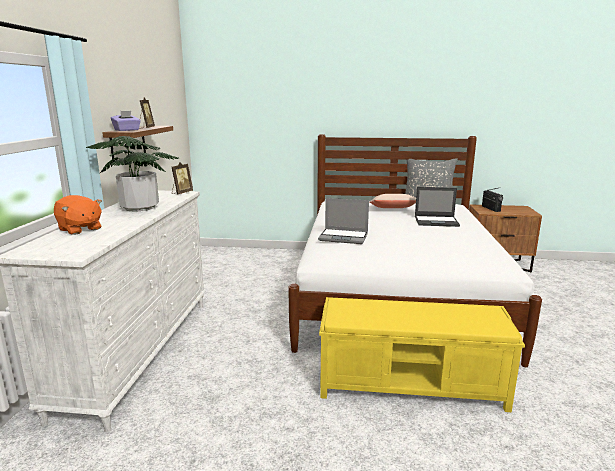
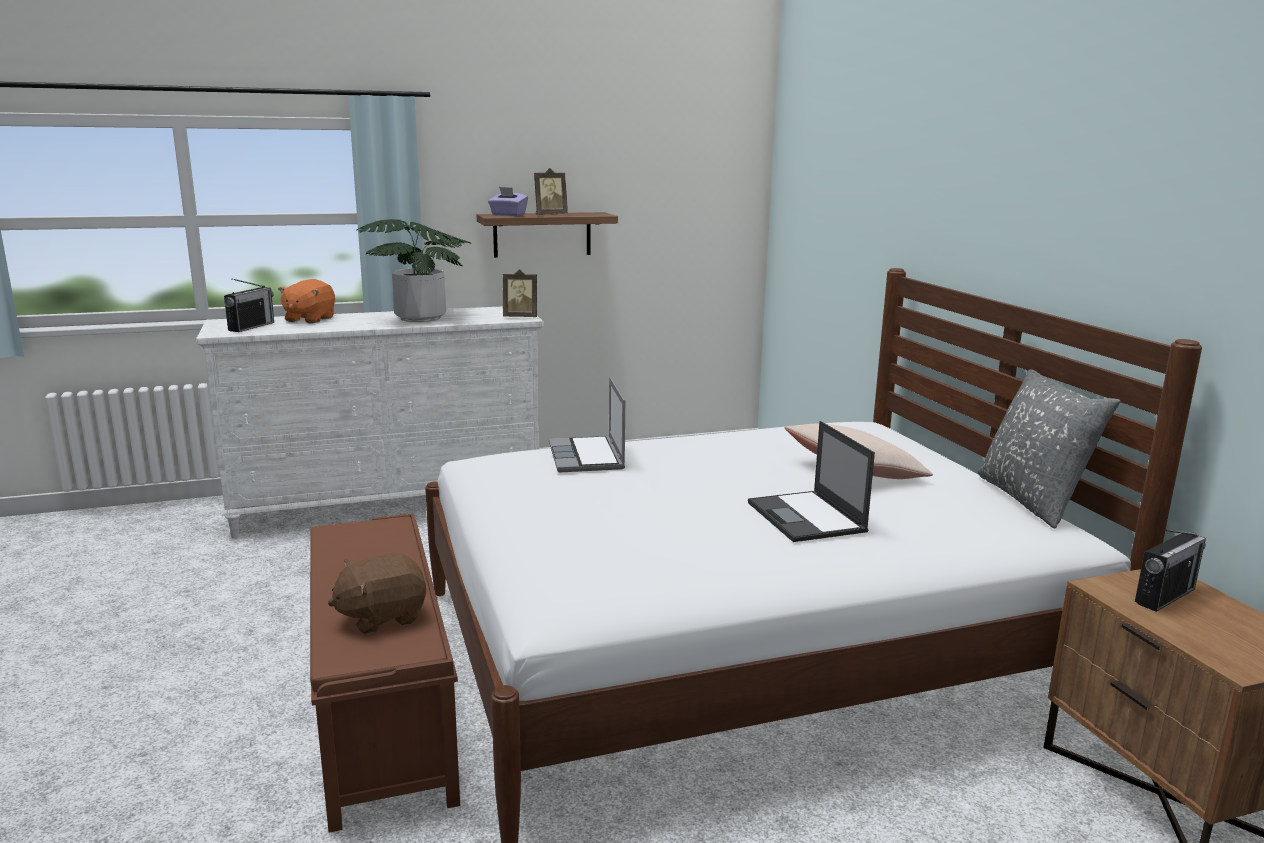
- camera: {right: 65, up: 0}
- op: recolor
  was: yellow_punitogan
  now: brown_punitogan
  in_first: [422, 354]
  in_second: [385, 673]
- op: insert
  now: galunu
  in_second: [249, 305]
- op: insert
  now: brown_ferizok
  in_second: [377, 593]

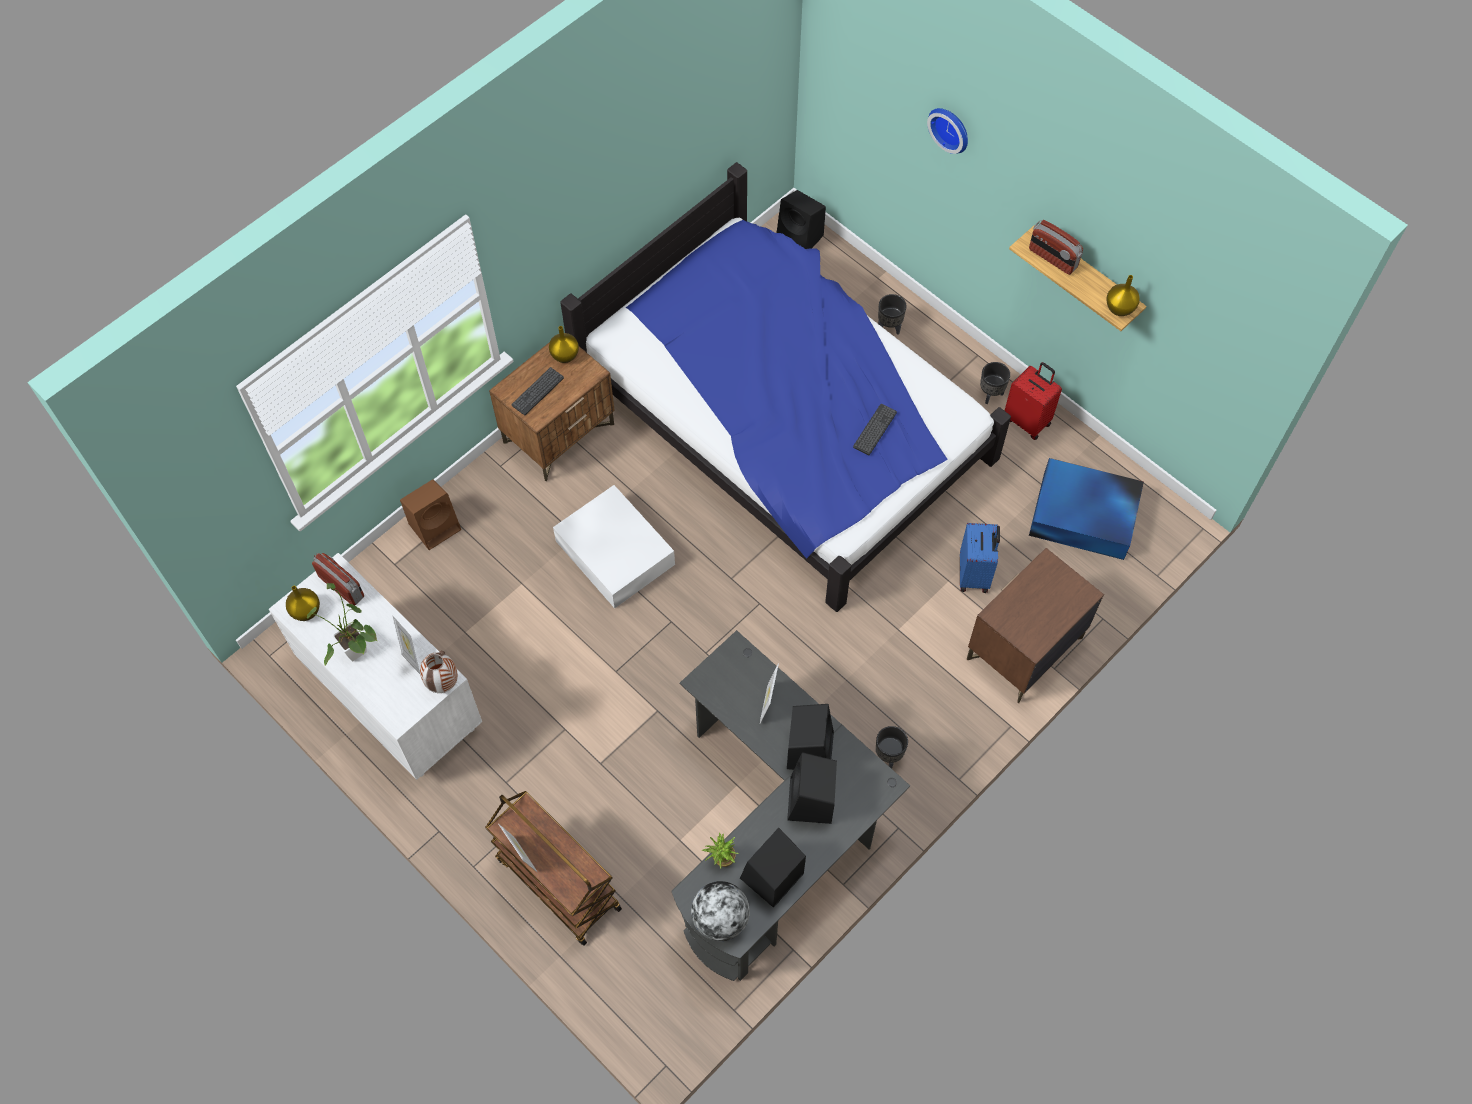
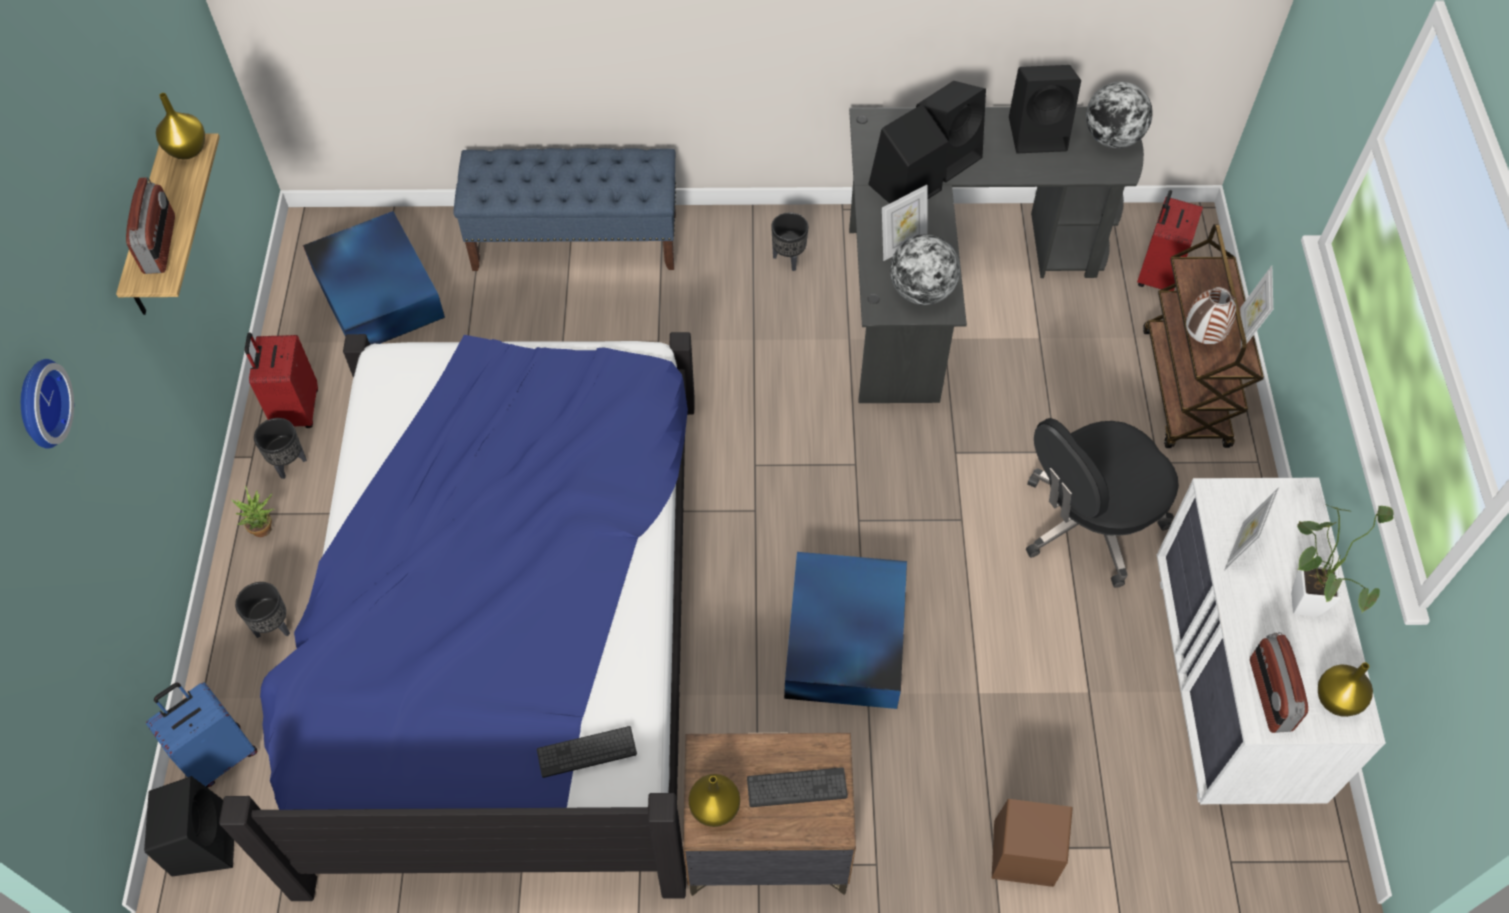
- camera: {right: -135, up: -5}
- op: move
  was: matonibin
  in_first: [439, 672]
  in_second: [1211, 316]
- op: recolor
  was: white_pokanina
  now: blue_pokanina
  in_first: [614, 546]
  in_second: [845, 630]
- op: move
  was: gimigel
  in_first: [720, 850]
  in_second: [253, 511]
- op: move
  was: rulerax
  in_first: [875, 429]
  in_second: [587, 752]
- op: move
  was: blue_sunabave
  in_first: [980, 558]
  in_second: [201, 735]
- op: replace
  was: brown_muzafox
  now: blue_punitogan
  in_first: [1035, 625]
  in_second: [564, 209]
- op: insert
  now: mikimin
  in_second: [925, 269]
- op: insert
  now: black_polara
  in_second: [1102, 503]
- op: insert
  now: red_sunabave
  in_second: [1170, 240]

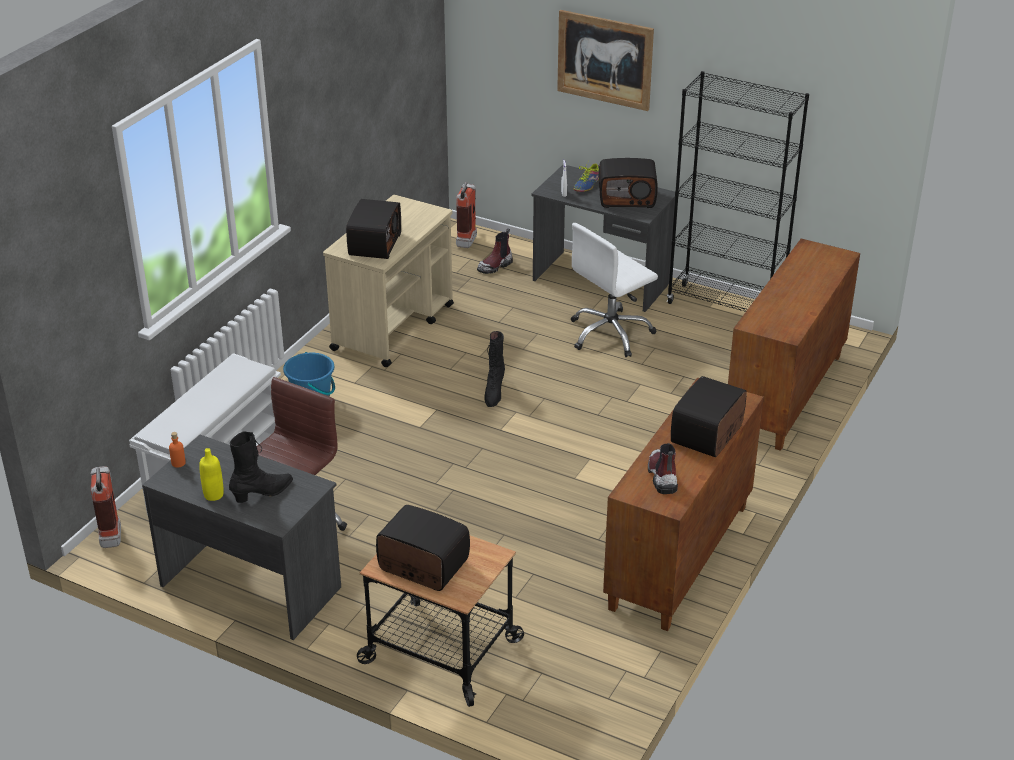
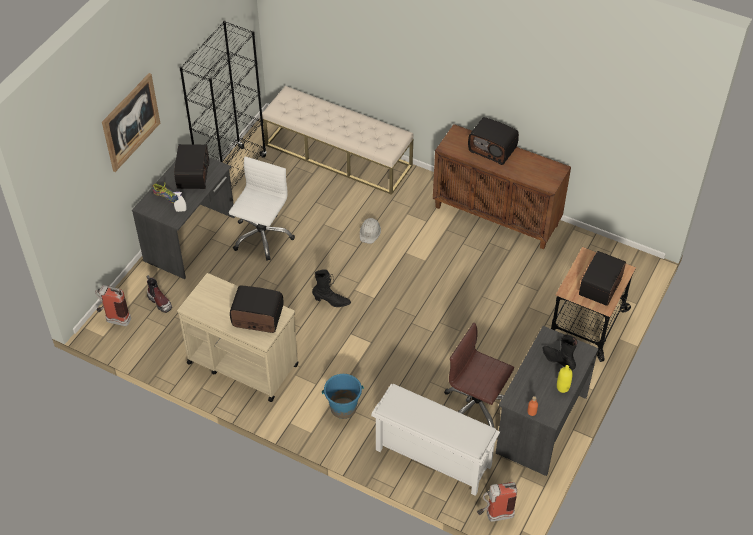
- camera: {right: -90, up: 15}
- op: rotate
  was: white_polara
  in_first: [614, 290]
  in_second: [262, 209]
  clockwise: -120
- op: delete
  was: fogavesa
  in_first: [663, 468]
- op: replace
  was: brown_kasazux
  now: beige_punitogan
  in_first: [794, 344]
  in_second: [337, 140]
- op: insert
  now: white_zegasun
  in_second: [370, 231]

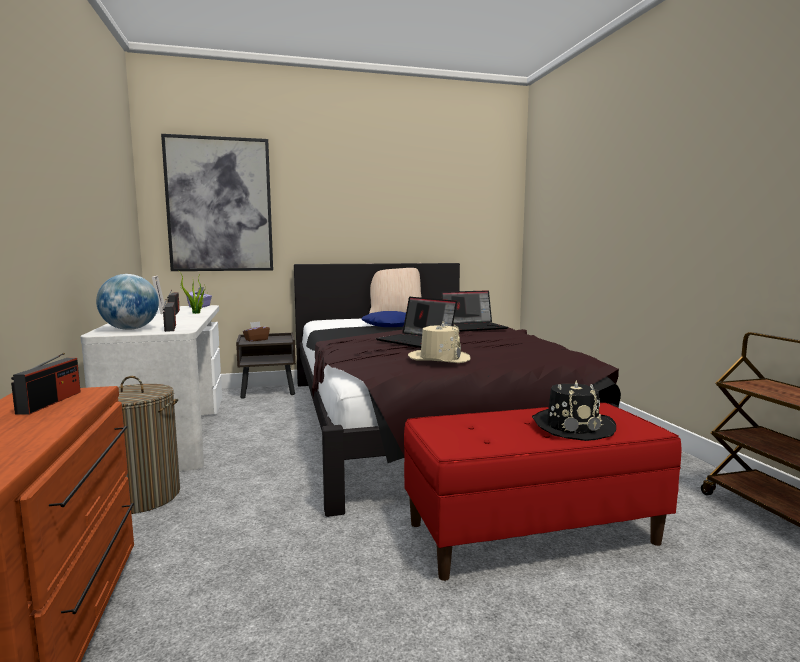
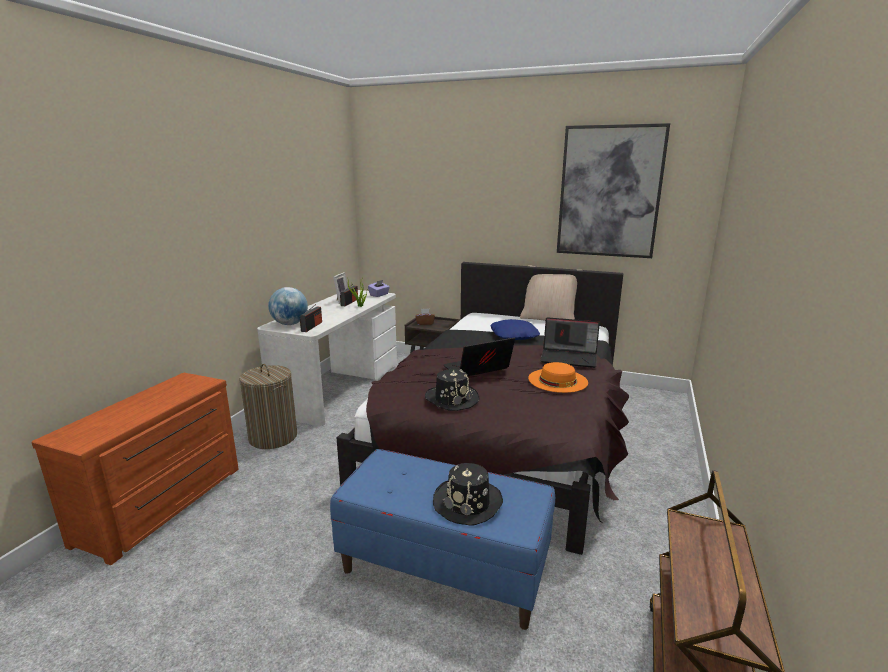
- camera: {right: 35, up: 10}
- op: delete
  was: galunu
  in_first: [46, 384]
- op: move
  was: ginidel
  in_first: [217, 202]
  in_second: [613, 190]
- op: rotate
  was: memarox
  in_first: [416, 322]
  in_second: [479, 356]
  clockwise: 75
- op: recolor
  was: red_punitogan
  now: blue_punitogan
  in_first: [543, 492]
  in_second: [442, 539]
- op: recolor
  was: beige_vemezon
  now: black_vemezon
  in_first: [439, 342]
  in_second: [452, 390]
- op: insert
  now: orange_vemezon
  in_second: [558, 377]

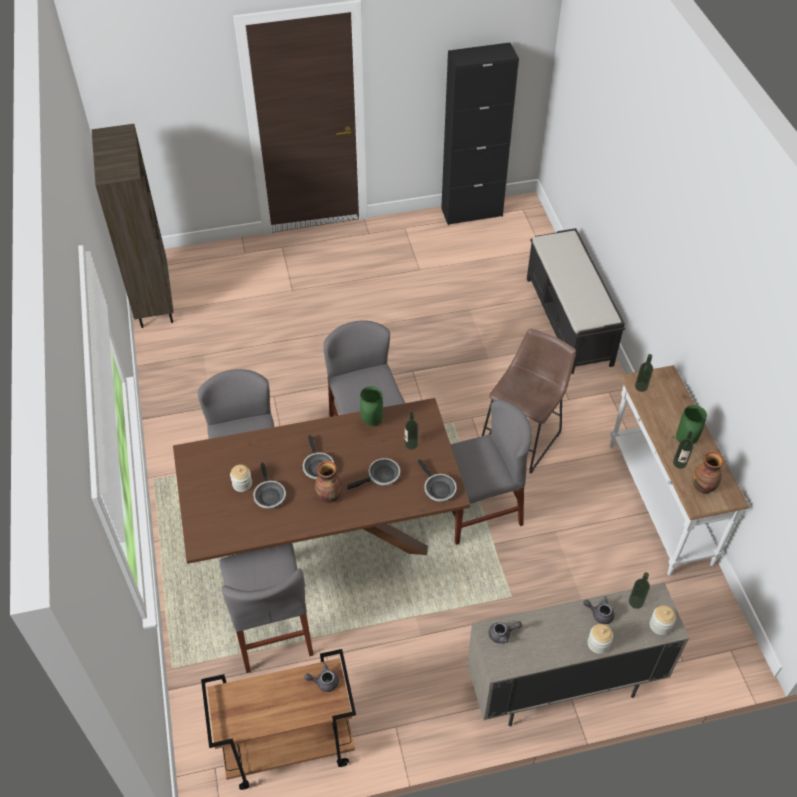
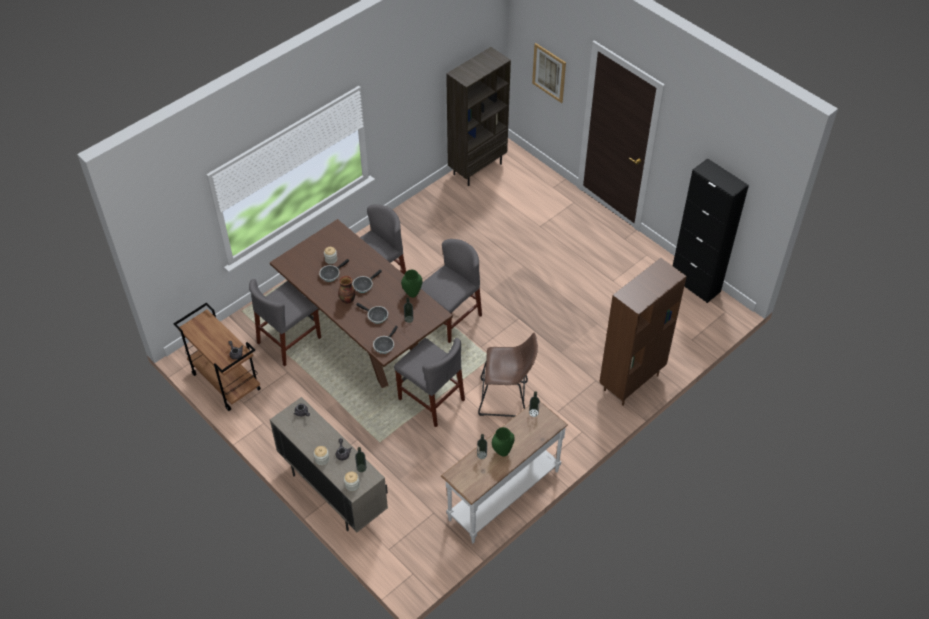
- camera: {right: 60, up: 0}
- op: replace
  was: black_punitogan
  now: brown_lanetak
  in_first: [576, 301]
  in_second: [643, 332]
- op: delete
  was: matonibin
  in_first: [708, 472]
- op: insert
  now: ginidel
  in_second: [549, 73]

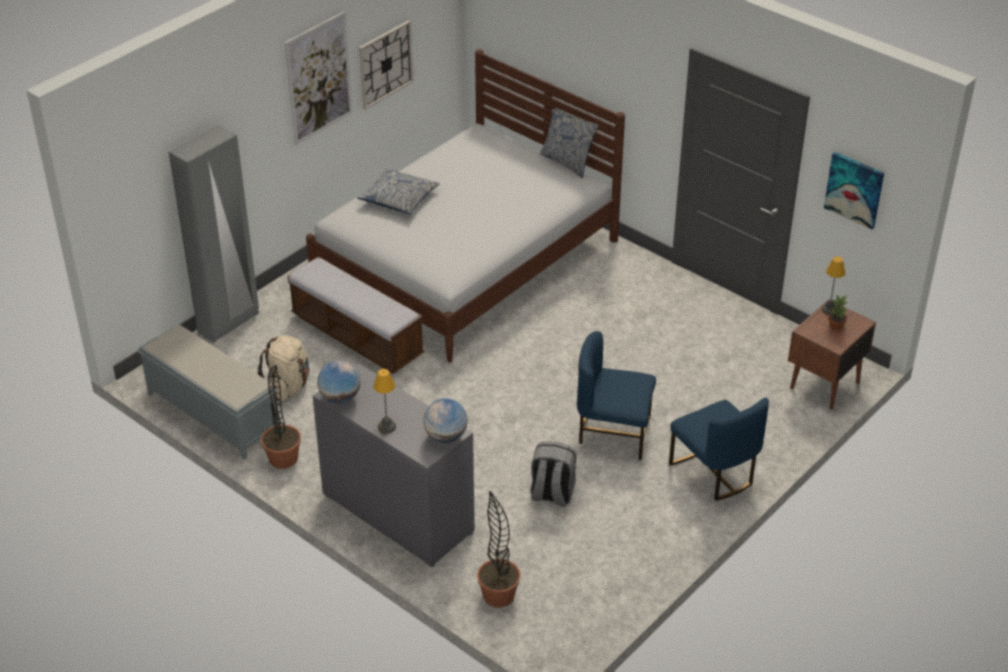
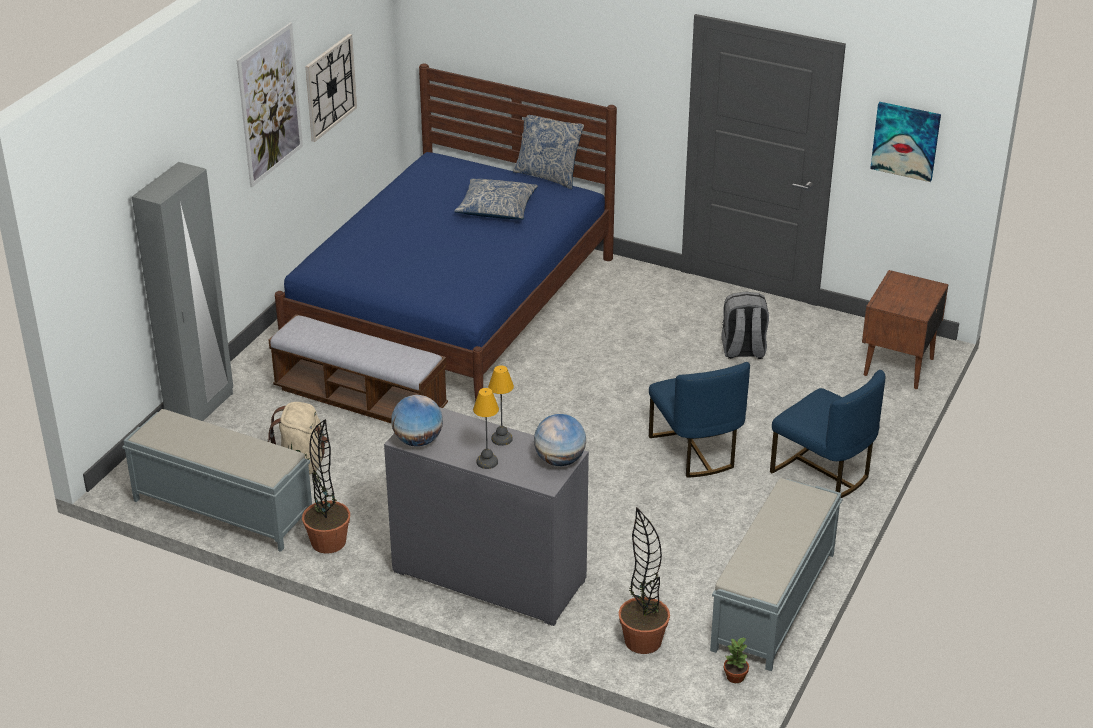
- camera: {right: -15, up: -5}
- op: recolor
  was: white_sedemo
  now: blue_sedemo
  in_first: [465, 206]
  in_second: [446, 232]
- op: move
  was: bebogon
  in_first: [398, 191]
  in_second: [496, 199]
- op: move
  was: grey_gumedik
  in_first: [553, 474]
  in_second: [745, 325]
- op: rotate
  was: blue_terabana
  in_first: [616, 395]
  in_second: [699, 420]
  clockwise: -105
- op: move
  was: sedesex
  in_first: [833, 285]
  in_second: [501, 405]
- op: move
  was: gimigel
  in_first: [838, 312]
  in_second: [736, 660]
- op: insert
  now: grey_punitogan
  in_second: [776, 574]

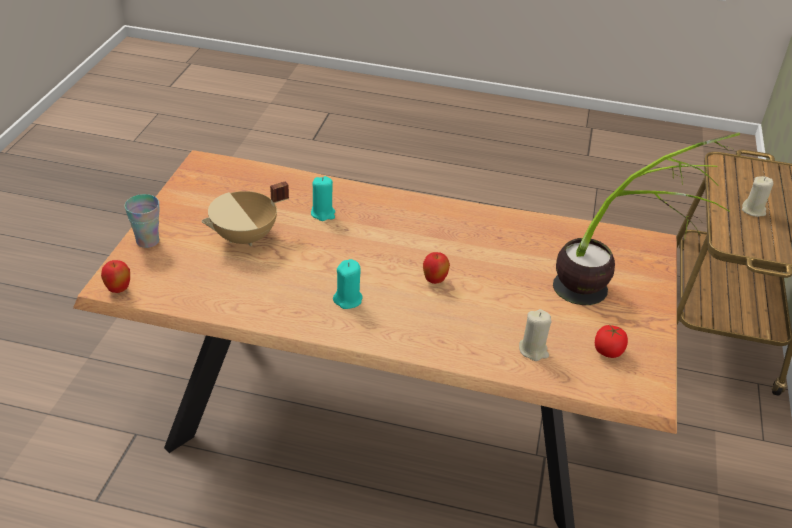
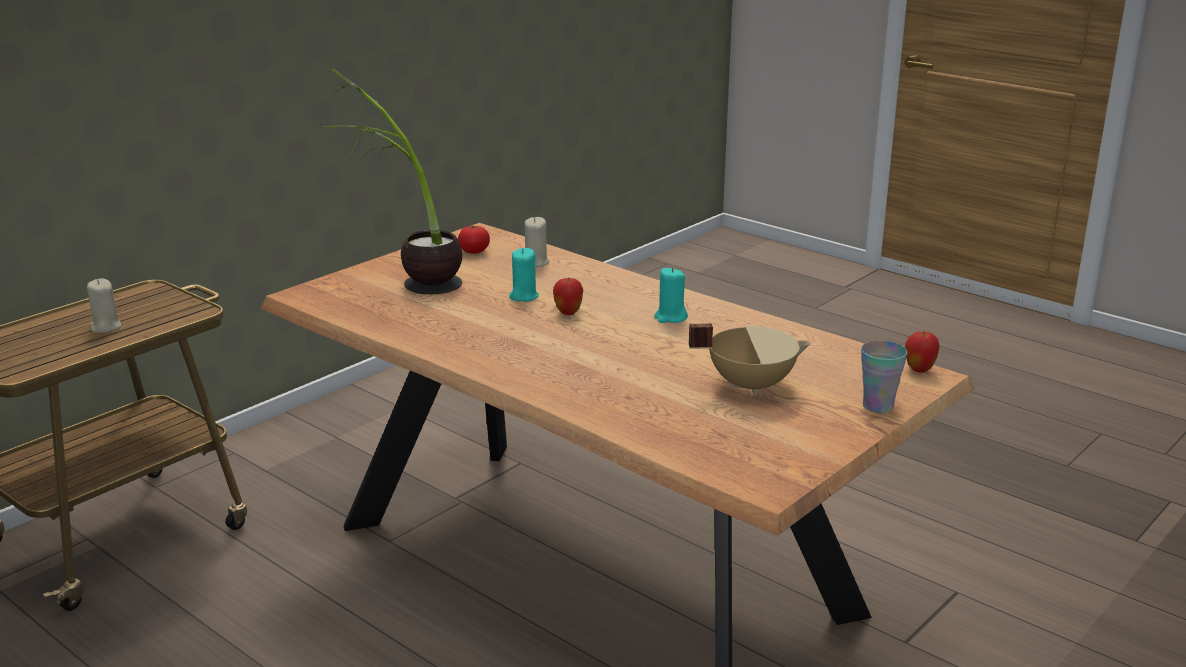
- camera: {right: -150, up: -15}
- op: move
  was: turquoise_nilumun
  in_first: [323, 198]
  in_second: [524, 275]

